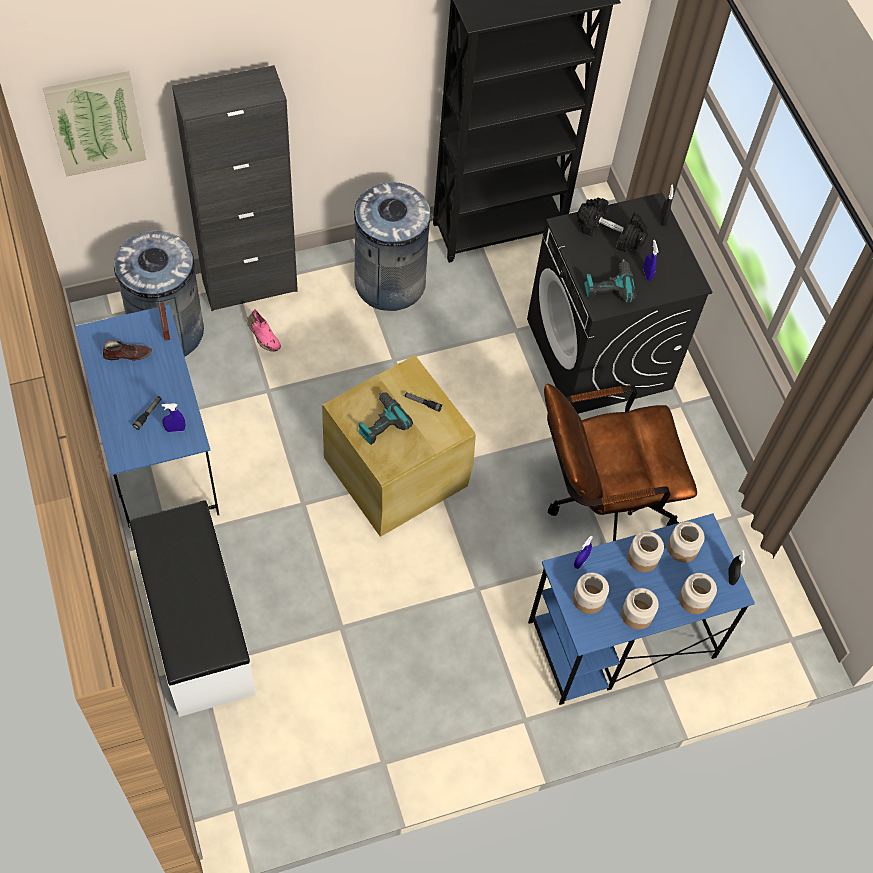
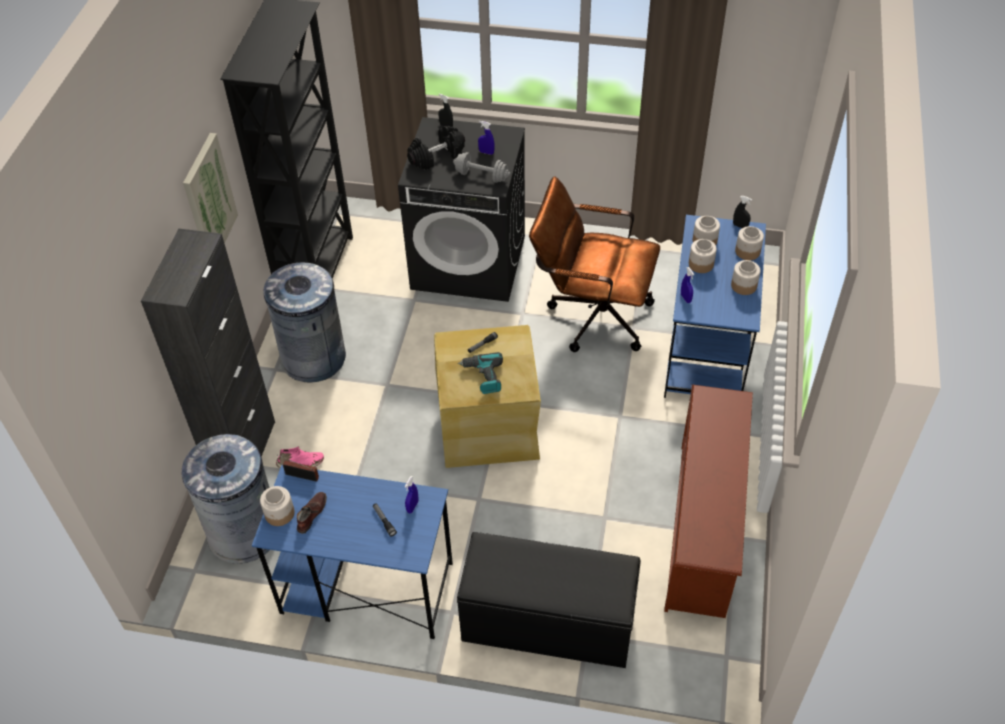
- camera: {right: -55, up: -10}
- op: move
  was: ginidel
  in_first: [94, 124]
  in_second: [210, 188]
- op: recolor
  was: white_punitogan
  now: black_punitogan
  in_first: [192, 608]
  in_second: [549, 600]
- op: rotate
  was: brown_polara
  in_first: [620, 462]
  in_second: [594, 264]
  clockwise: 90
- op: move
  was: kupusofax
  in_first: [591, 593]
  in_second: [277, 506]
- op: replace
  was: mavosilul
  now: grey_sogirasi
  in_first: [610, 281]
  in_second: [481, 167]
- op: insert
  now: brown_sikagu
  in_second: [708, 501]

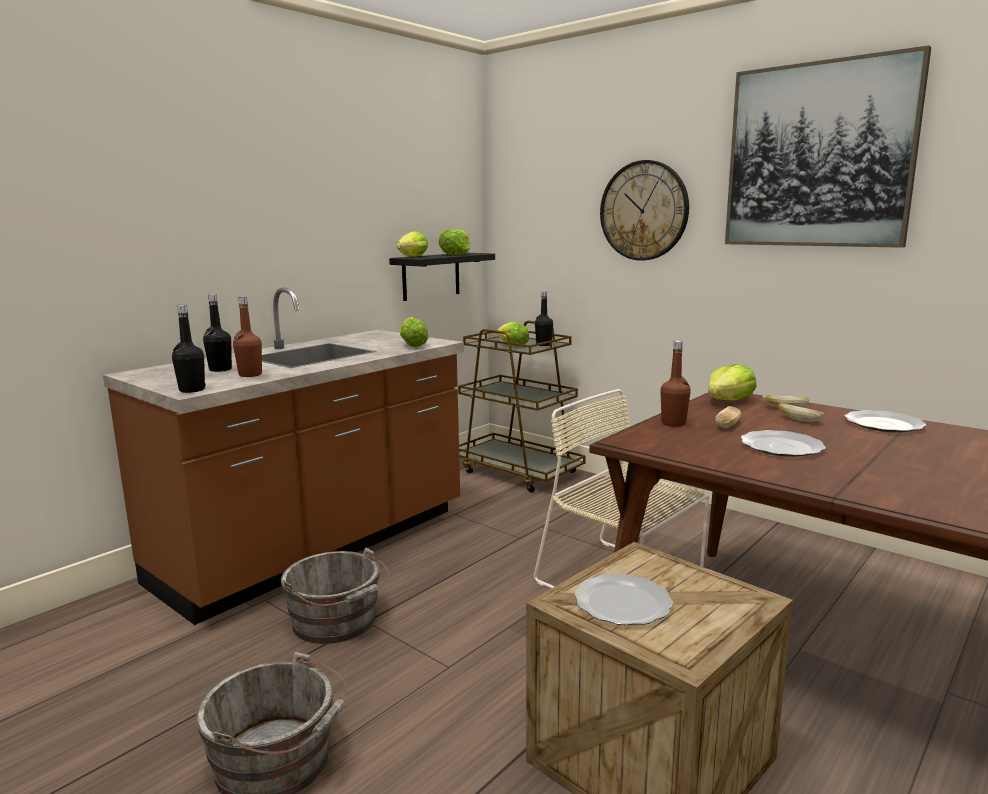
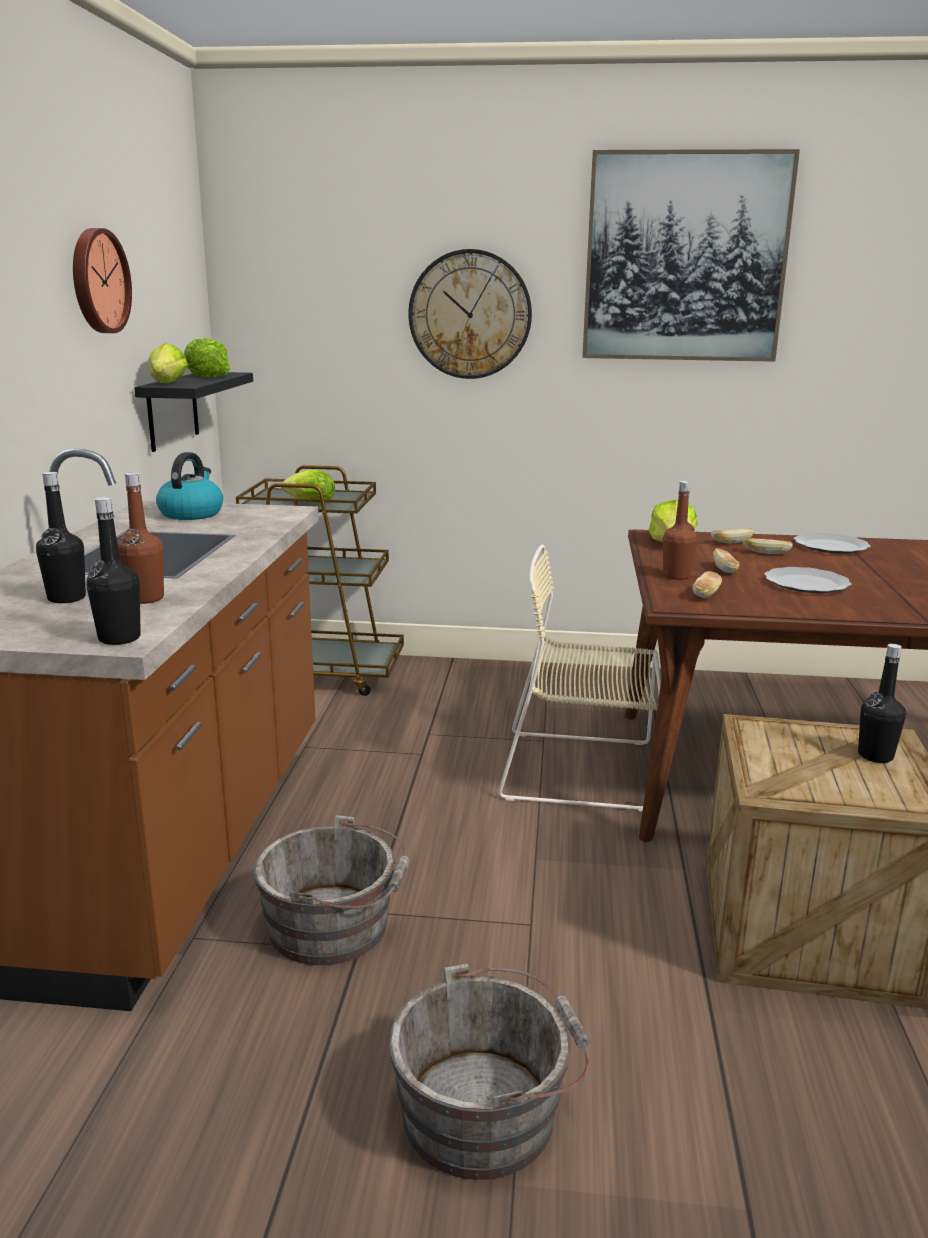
- camera: {right: -35, up: 5}
- op: delete
  was: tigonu
  in_first: [414, 332]
- op: move
  was: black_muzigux
  in_first: [544, 318]
  in_second: [882, 703]
- op: delete
  was: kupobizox
  in_first: [623, 599]
- op: insert
  now: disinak
  in_second: [102, 280]
- op: insert
  now: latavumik
  in_second: [189, 486]
- op: insert
  now: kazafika
  in_second: [707, 584]

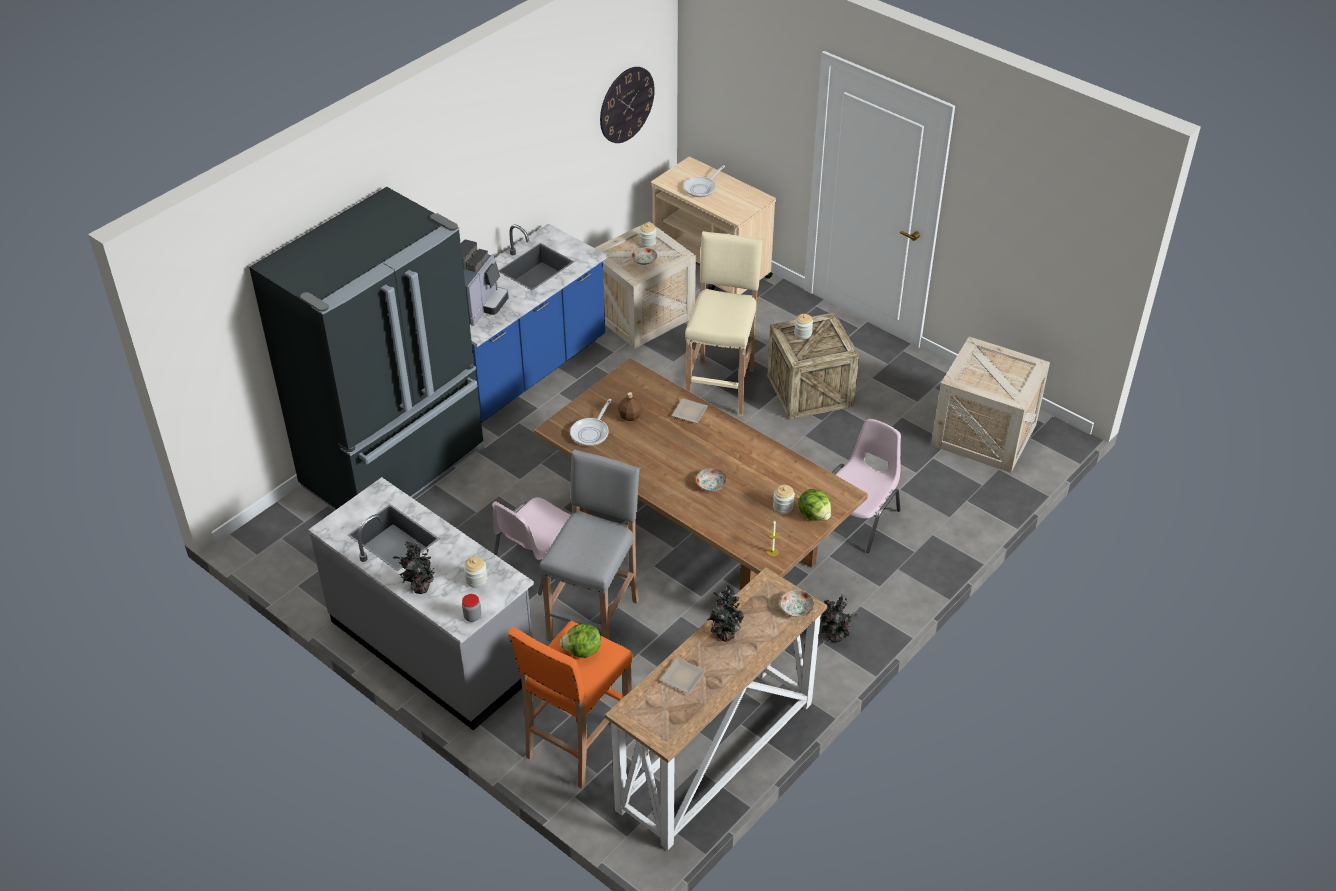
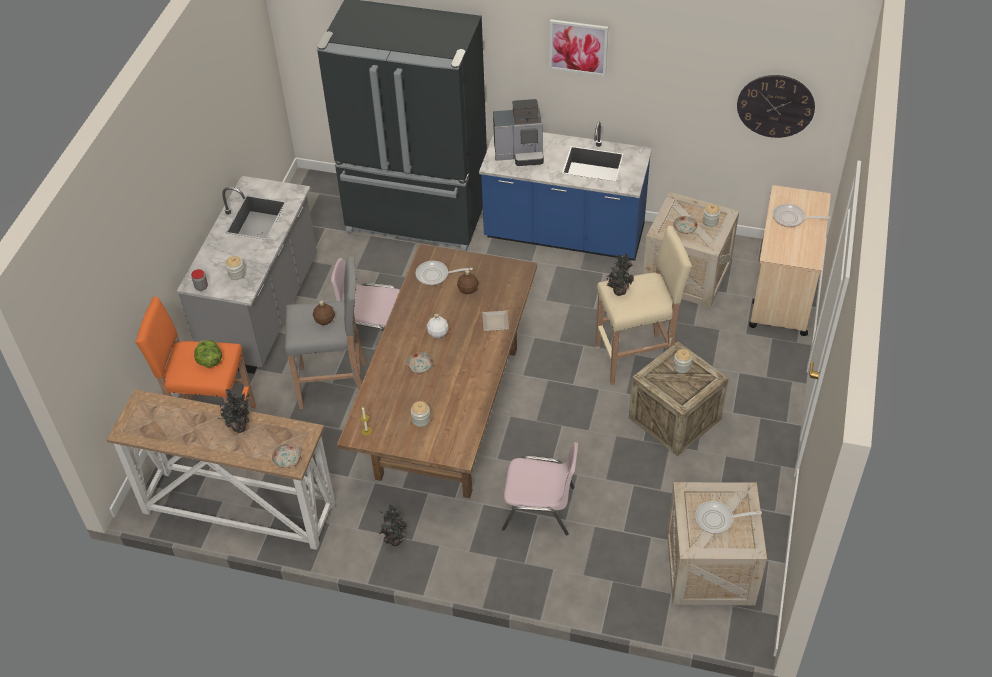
- camera: {right: 65, up: 5}
- op: move
  was: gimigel
  in_first: [414, 567]
  in_second: [620, 274]
- op: delete
  was: kupobizox
  in_first: [683, 675]
- op: delete
  was: tigonu
  in_first: [814, 505]
- op: insert
  now: brown_muzigux
  in_second: [324, 313]
- op: insert
  now: white_muzigux
  in_second: [438, 325]
- op: insert
  now: ginidel
  in_second: [578, 47]
- op: insert
  now: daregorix
  in_second: [728, 517]

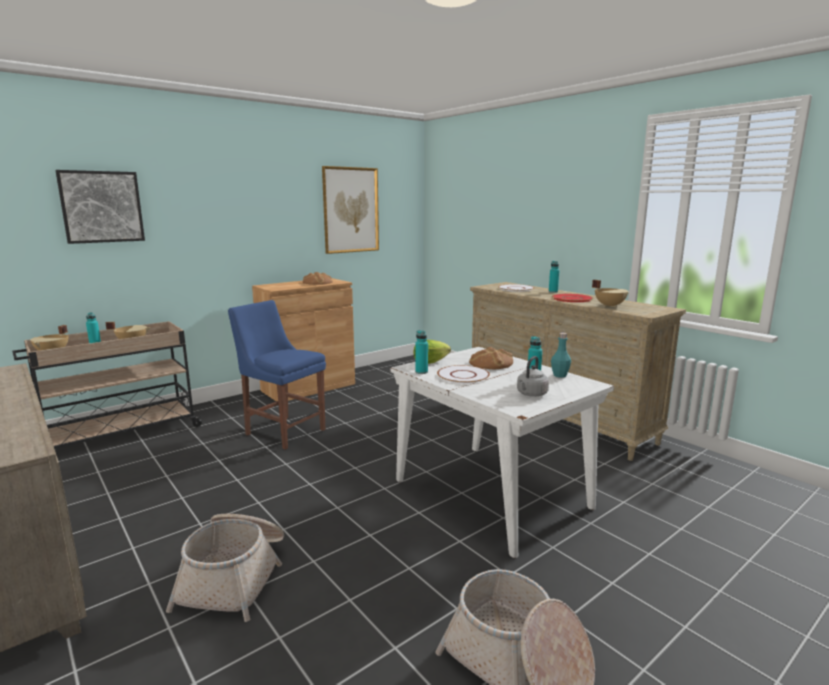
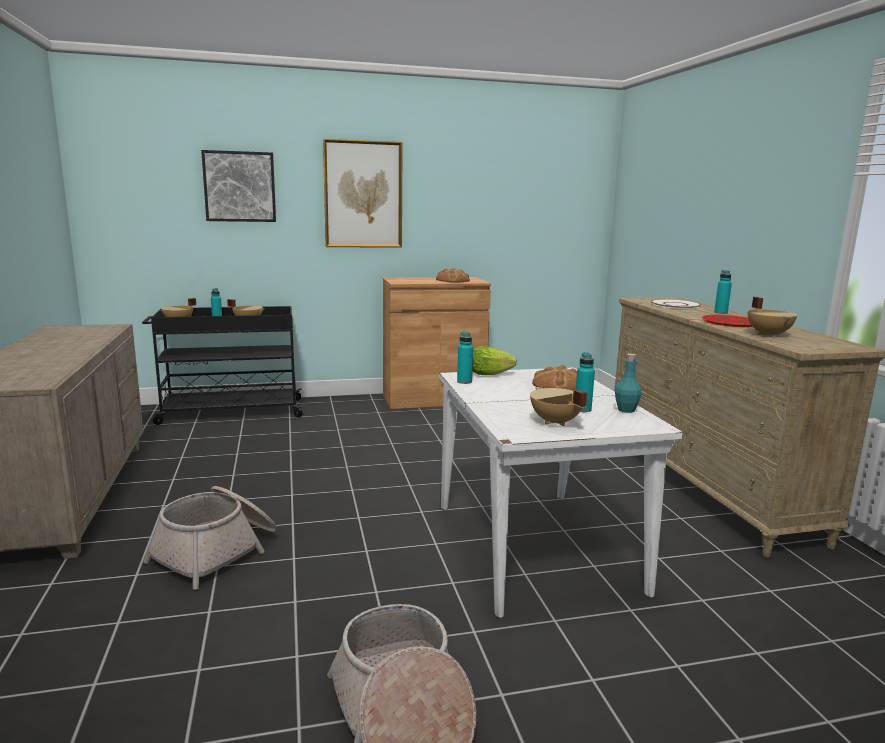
- camera: {right: 25, up: 0}
- op: recolor
  was: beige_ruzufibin
  now: black_ruzufibin
  in_first: [107, 385]
  in_second: [222, 365]
- op: delete
  was: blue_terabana
  in_first: [277, 375]
- op: move
  was: ginidel
  in_first: [350, 210]
  in_second: [363, 193]
- op: delete
  was: white_kupobizox
  in_first: [463, 374]
- op: replace
  was: grey_latavumik
  now: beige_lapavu
  in_first: [533, 376]
  in_second: [558, 406]

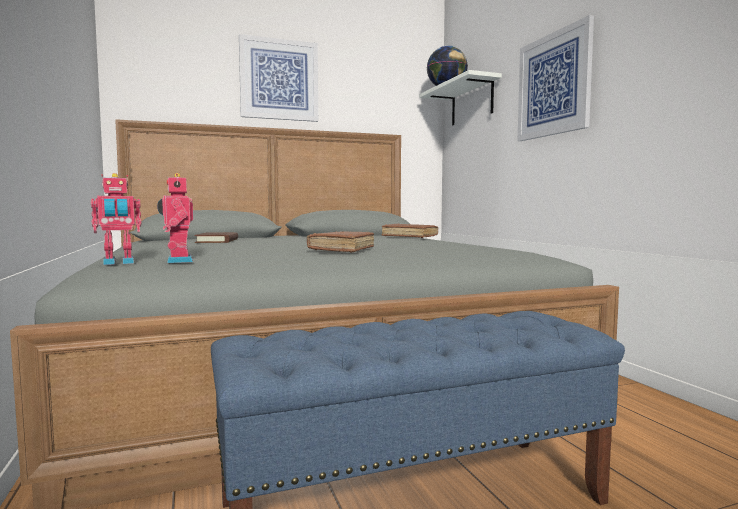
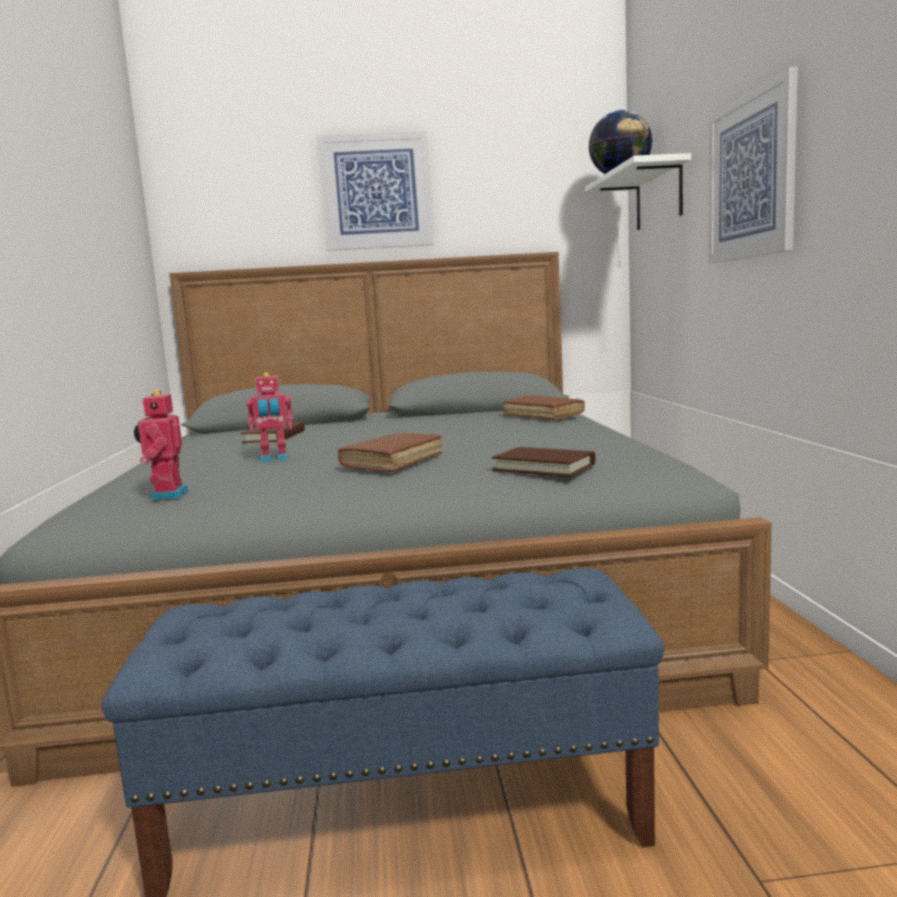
- camera: {right: 15, up: 5}
- op: move
  was: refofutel
  in_first: [116, 219]
  in_second: [269, 417]
- op: insert
  now: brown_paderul
  in_second: [543, 462]

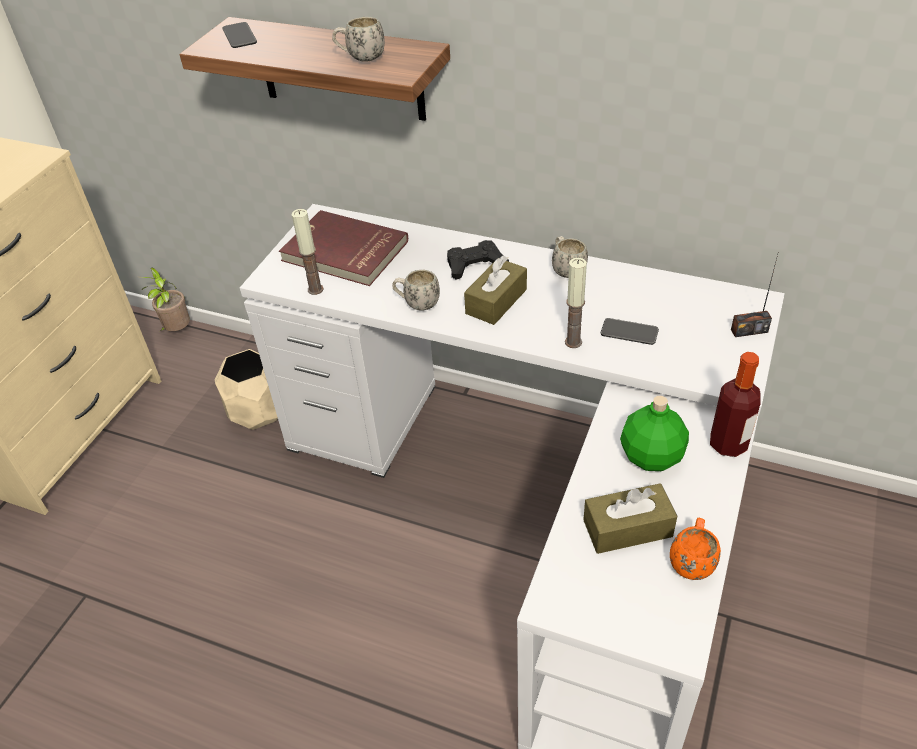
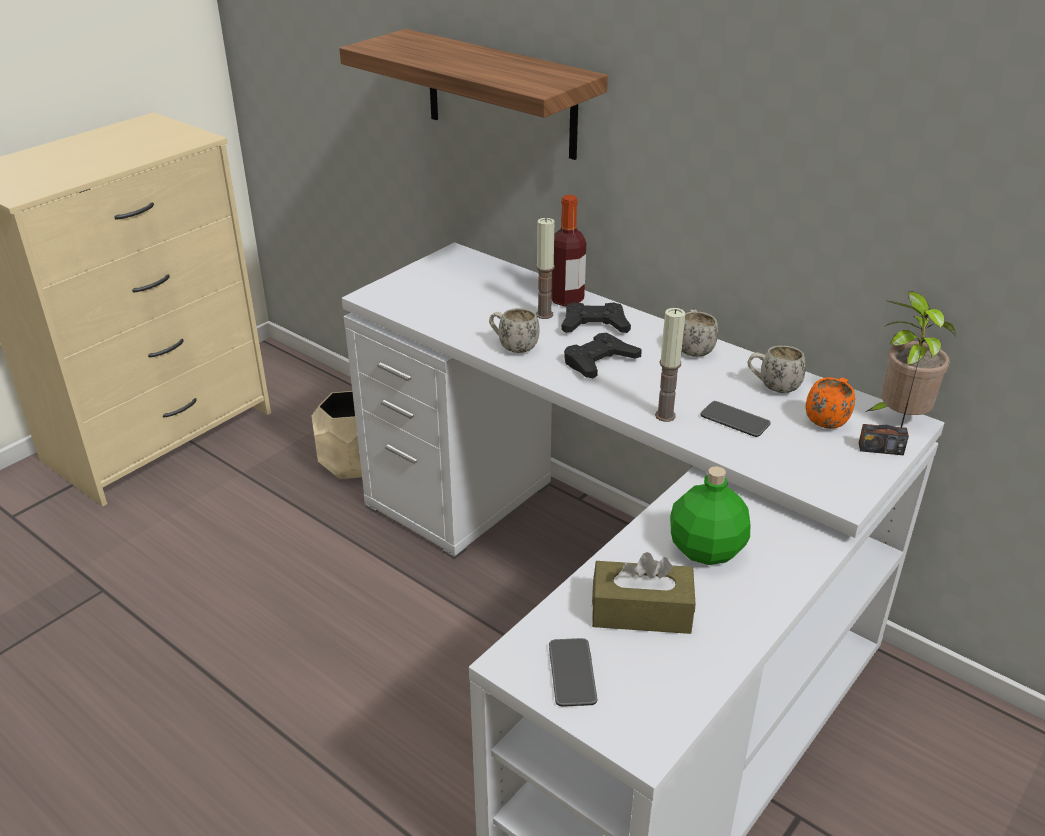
- camera: {right: 15, up: -10}
- op: move
  was: gimigel
  in_first: [165, 299]
  in_second: [910, 353]
- op: move
  was: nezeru
  in_first: [240, 35]
  in_second: [573, 672]
- op: delete
  was: red_paderul
  in_first: [343, 248]
- op: move
  was: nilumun
  in_first: [308, 252]
  in_second: [545, 268]
- op: move
  was: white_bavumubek
  in_first: [358, 39]
  in_second: [776, 369]
- op: replace
  was: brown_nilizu
  now: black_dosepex
  in_first: [495, 290]
  in_second: [603, 355]
- op: move
  was: orange_bavumubek
  in_first: [695, 549]
  in_second: [830, 403]
- op: move
  was: muzigux
  in_first: [735, 404]
  in_second: [568, 250]

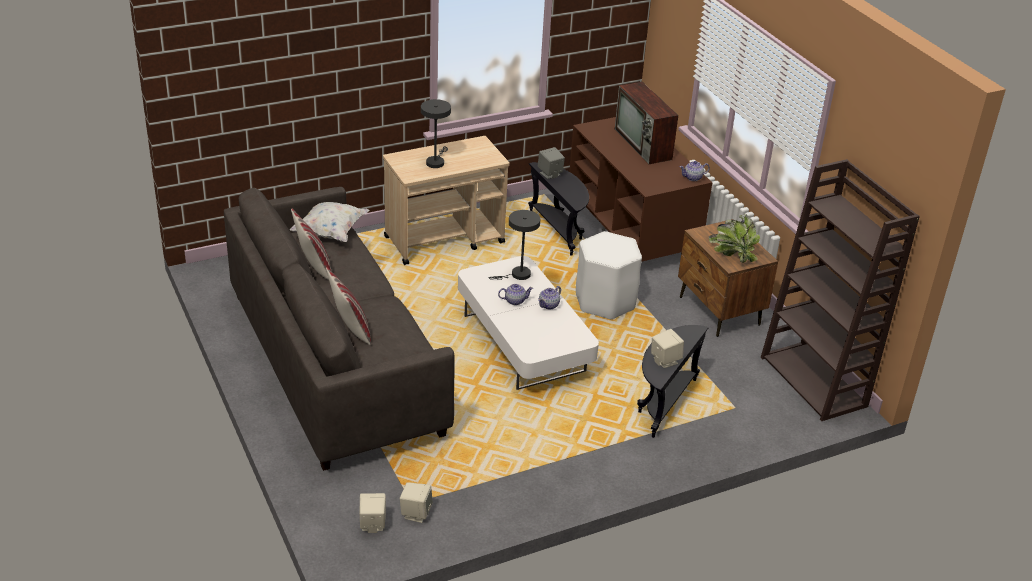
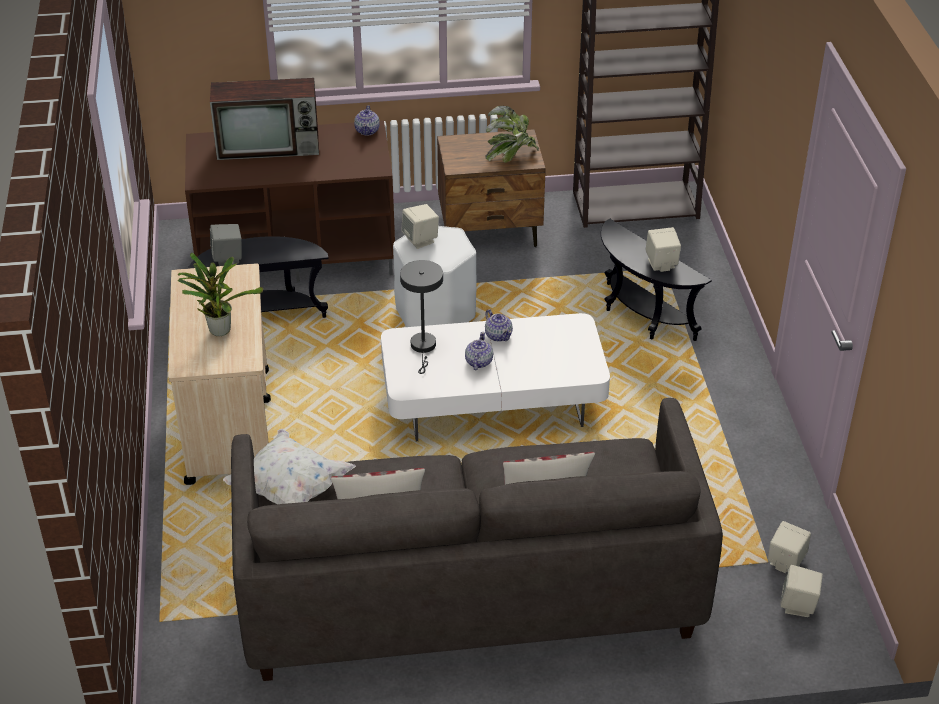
- camera: {right: -70, up: 5}
- op: replace
  was: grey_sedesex
  now: gimigel
  in_first: [436, 133]
  in_second: [220, 294]
- op: insert
  now: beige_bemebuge
  in_second: [420, 226]

